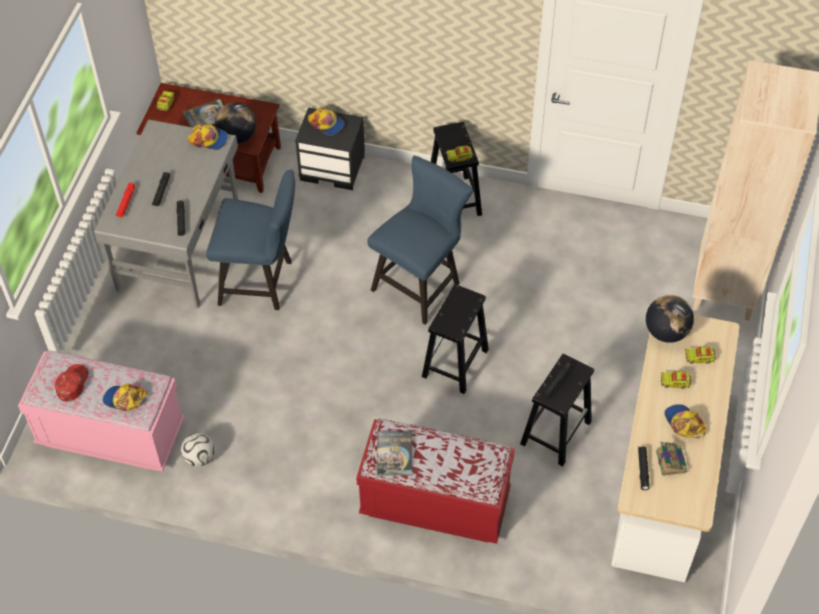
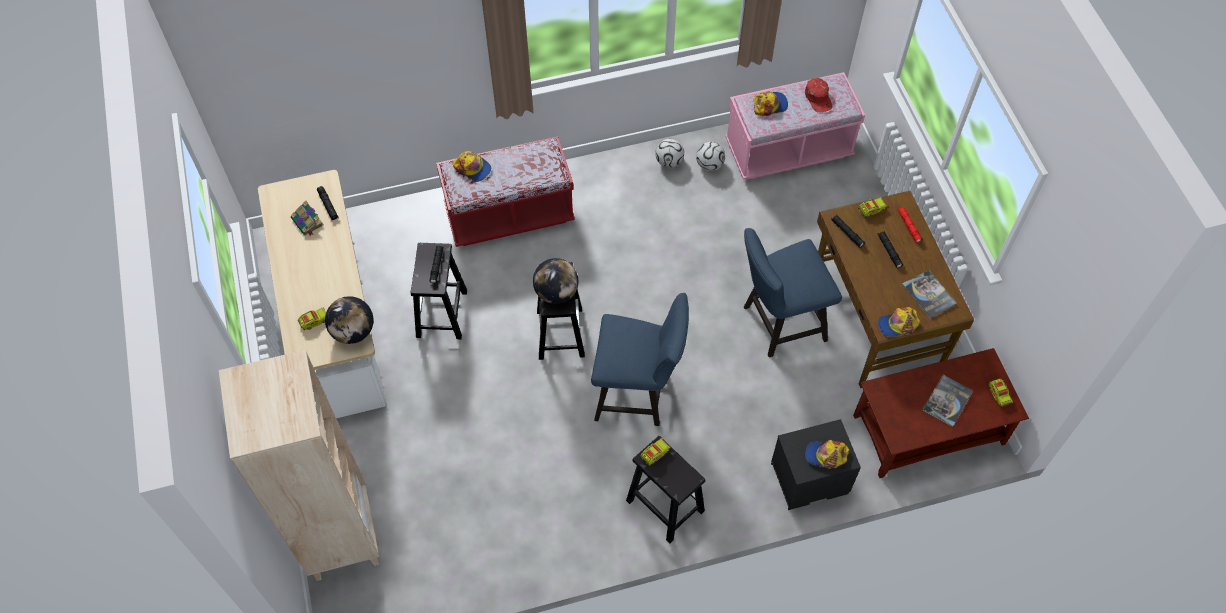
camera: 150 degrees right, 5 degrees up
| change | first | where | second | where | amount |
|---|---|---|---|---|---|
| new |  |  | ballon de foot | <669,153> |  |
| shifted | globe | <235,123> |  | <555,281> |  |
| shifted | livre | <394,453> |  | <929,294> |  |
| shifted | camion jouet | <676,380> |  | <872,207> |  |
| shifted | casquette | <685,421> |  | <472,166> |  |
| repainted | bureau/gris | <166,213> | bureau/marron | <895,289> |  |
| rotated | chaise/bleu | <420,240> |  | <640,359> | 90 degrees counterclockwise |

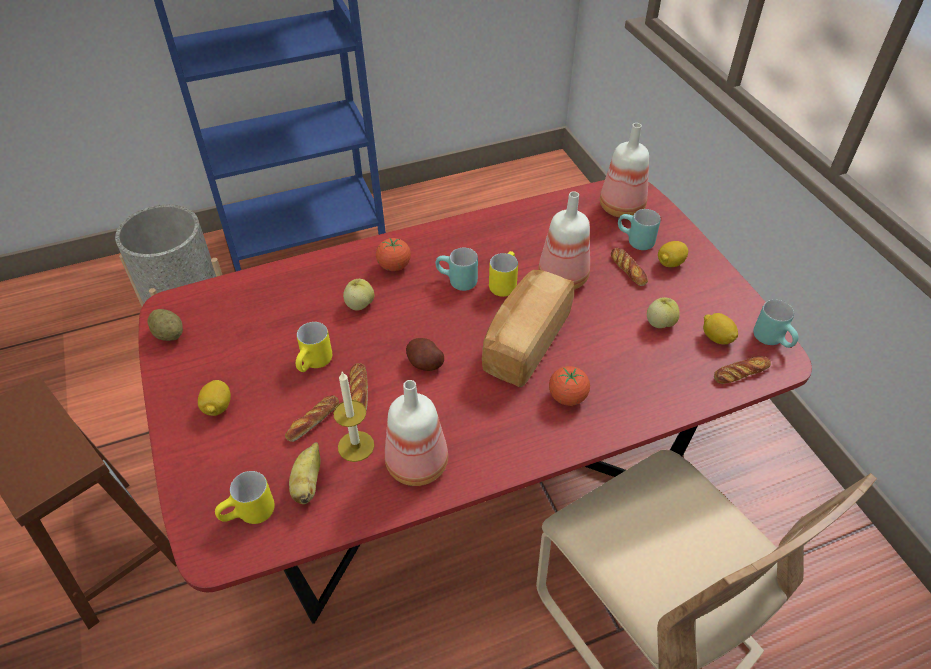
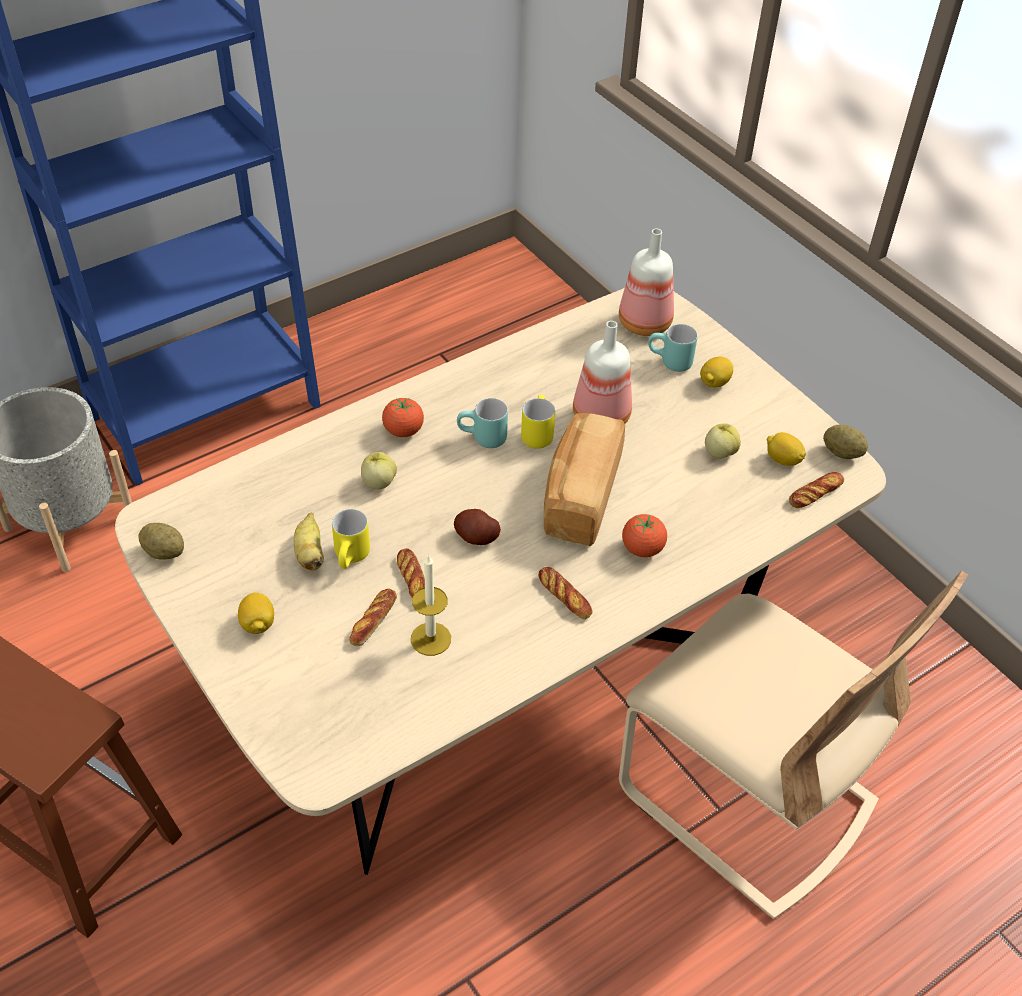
camera: 15 degrees left, 0 degrees up
| change | first | where | second | where | amount |
|---|---|---|---|---|---|
| gone | mug/jaune | <245,497> |  |  |  |
| gone | bouteille | <416,433> |  |  |  |
| shifted | banane | <305,473> |  | <309,541> |  |
| shifted | pain | <629,267> |  | <565,593> |  |
| swapped | mug/turquoise | <776,324> | pomme de terre | <845,442> |  |
| repainted | table à manger/rouge | <475,402> | table à manger/beige | <500,581> |  |

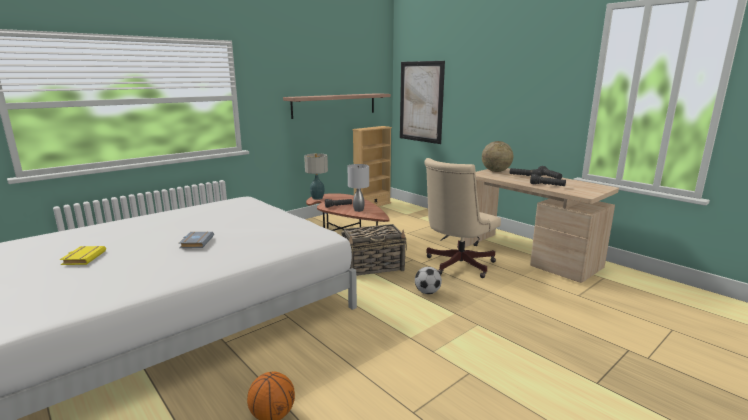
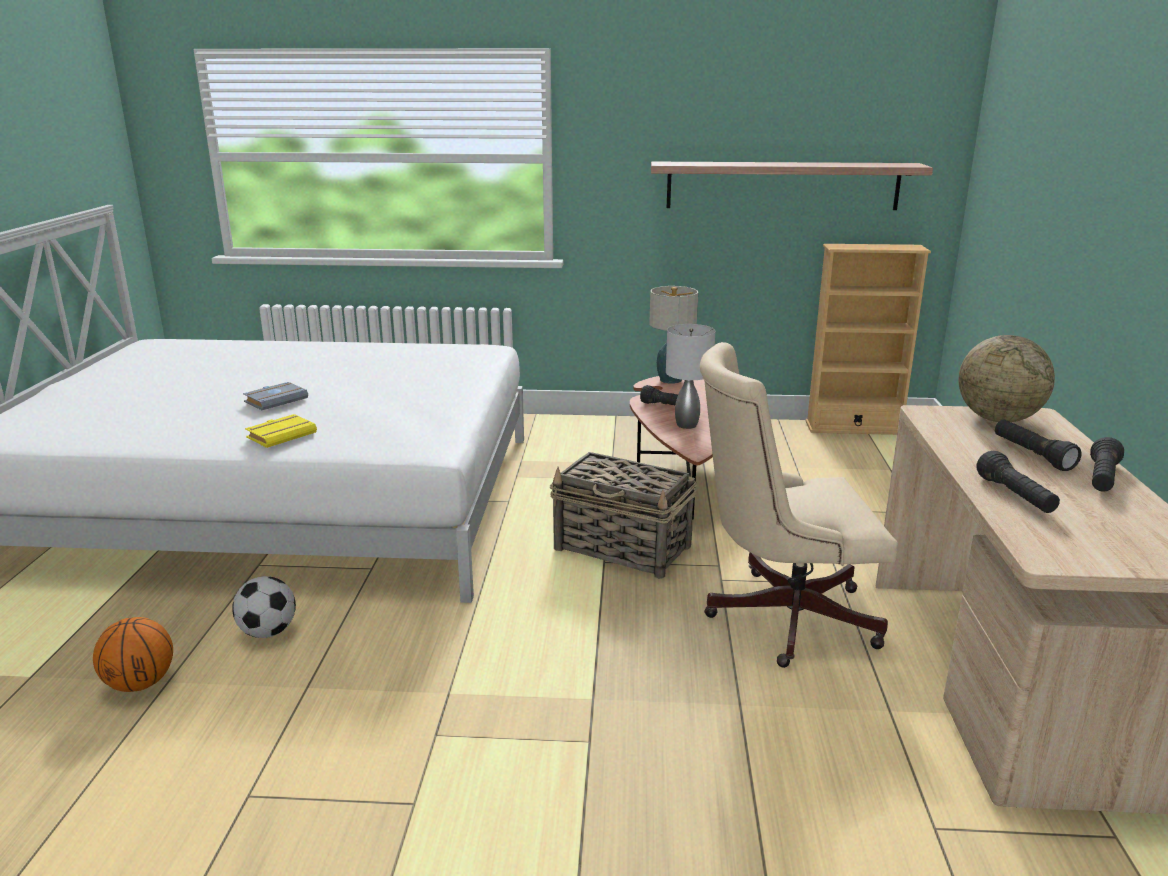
camera: 45 degrees right, 5 degrees up
| change | first | where | second | where | amount |
|---|---|---|---|---|---|
| gone | tableau | <422,102> |  |  |  |
| shifted | livre/jaune | <83,255> |  | <281,431> |  |
| shifted | ballon de foot | <428,280> |  | <264,607> |  |

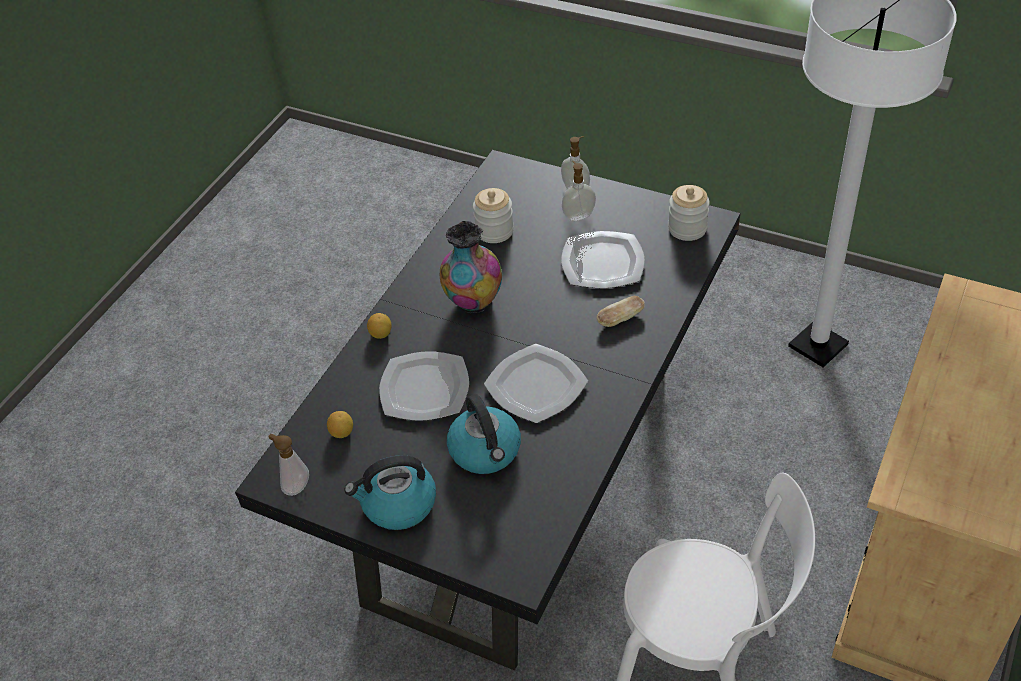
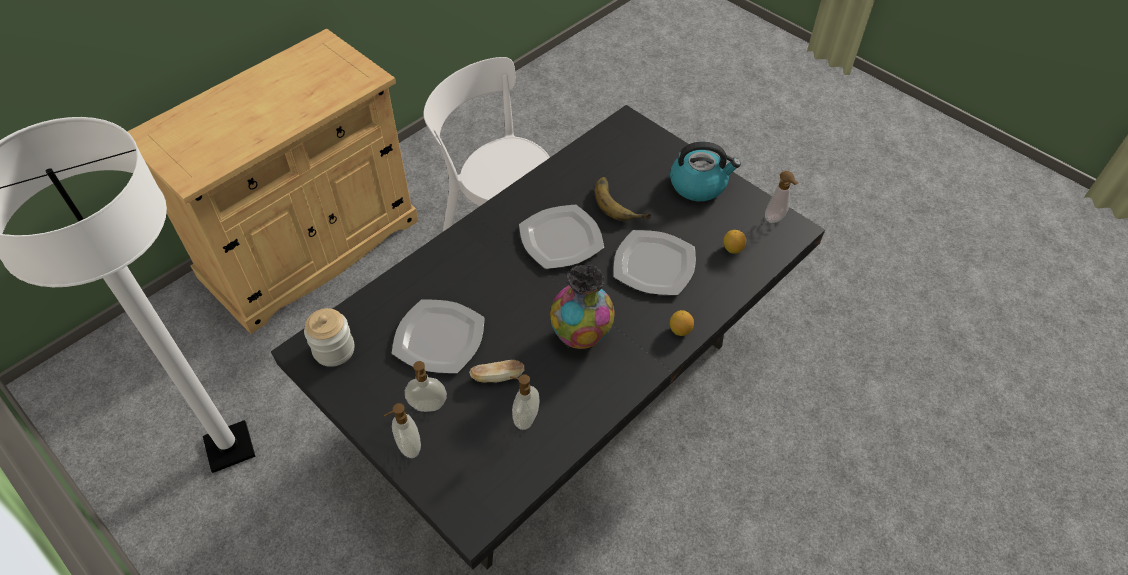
camera: 165 degrees left, 5 degrees up
| change | first | where | second | where | amount |
|---|---|---|---|---|---|
| shifted | pain | <620,311> |  | <496,371> |  |
| swapped | bouilloire | <484,434> | banane | <623,199> |  |
| swapped | bocal | <493,215> | distributeur de savon | <525,402> |  |

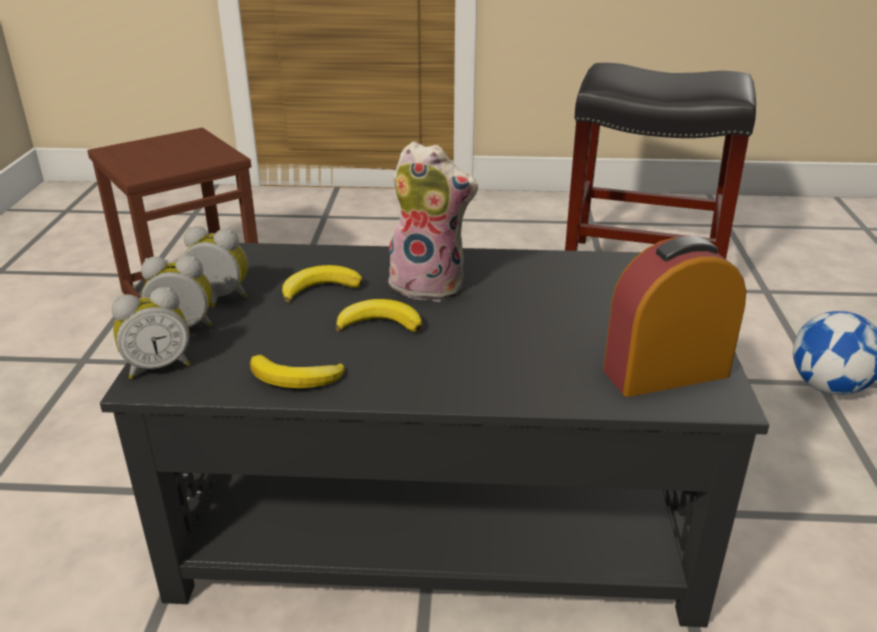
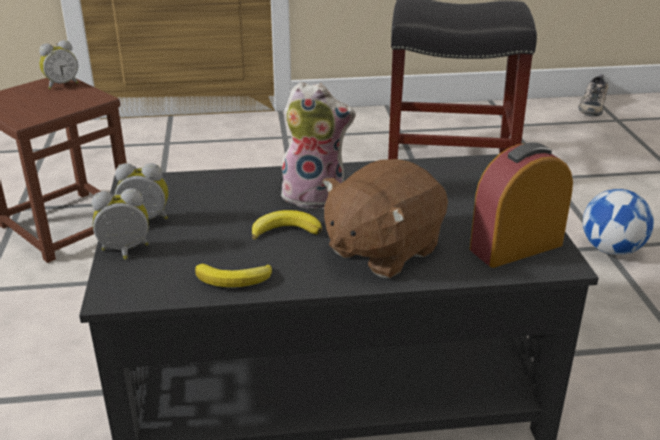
camera: 10 degrees left, 0 degrees up
| change | first | where | second | where | amount |
|---|---|---|---|---|---|
| gone | banane | <322,284> |  |  |  |
| new |  |  | peluche/marron | <385,218> |  |
| new |  |  | chaussure | <593,95> |  |
| shifted | réveil | <150,333> |  | <59,64> |  |

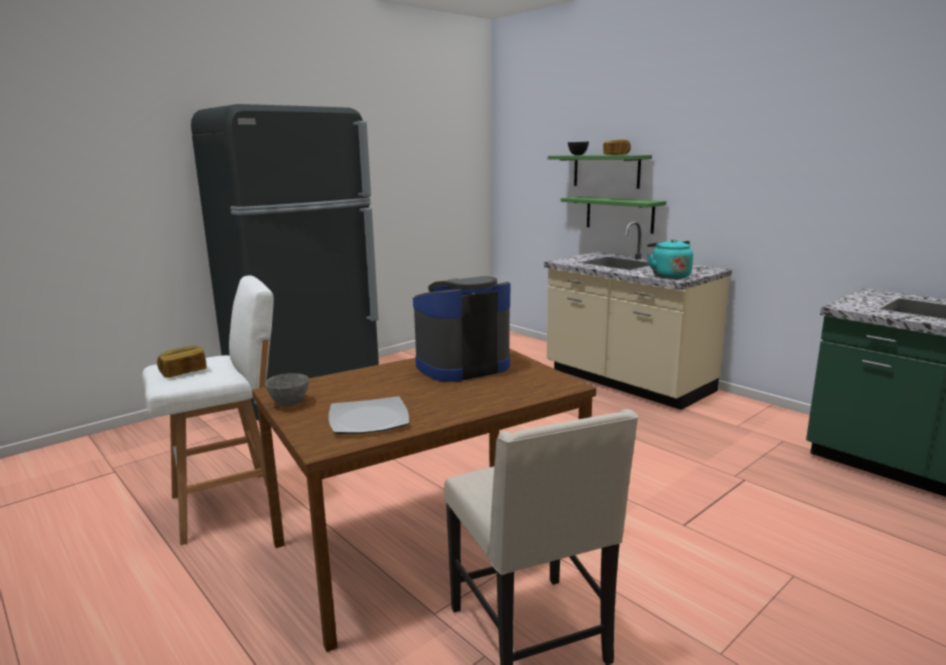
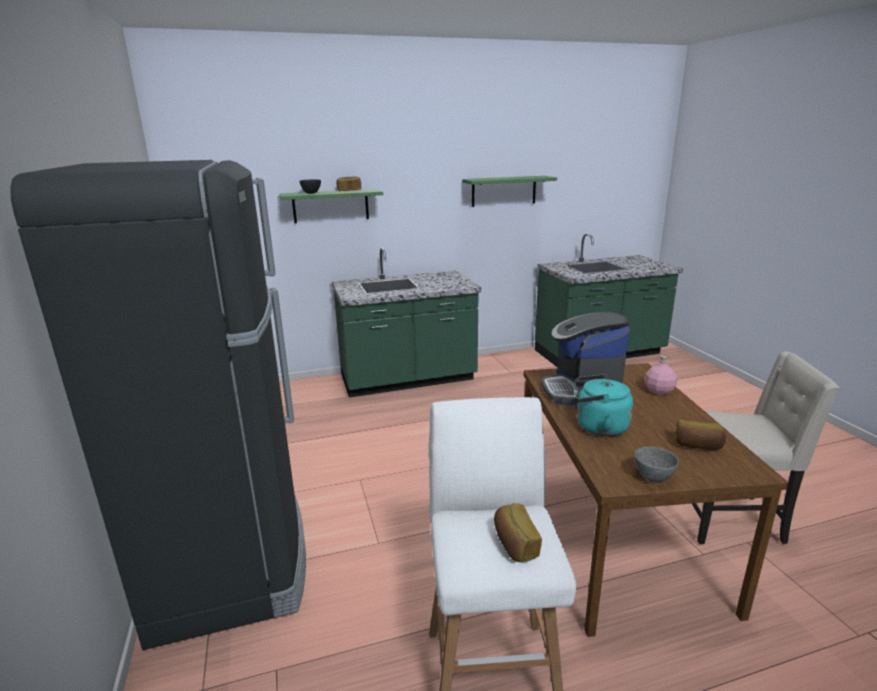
camera: 65 degrees left, 5 degrees up
| change | first | where | second | where | amount |
|---|---|---|---|---|---|
| new |  |  | bouteille/rose | <660,375> |  |
| shifted | étagère/vert | <613,215> |  | <509,191> |  |
| shifted | bouilloire/turquoise | <670,259> |  | <604,405> |  |
| swapped | assiette | <369,415> | pain | <700,434> |  |
| repainted | comptoir de cuisine/beige | <638,315> | comptoir de cuisine/vert | <406,322> |  |

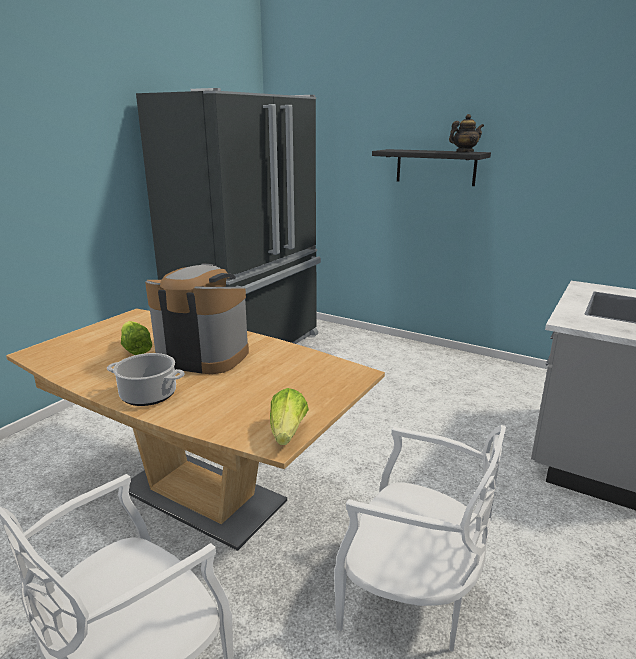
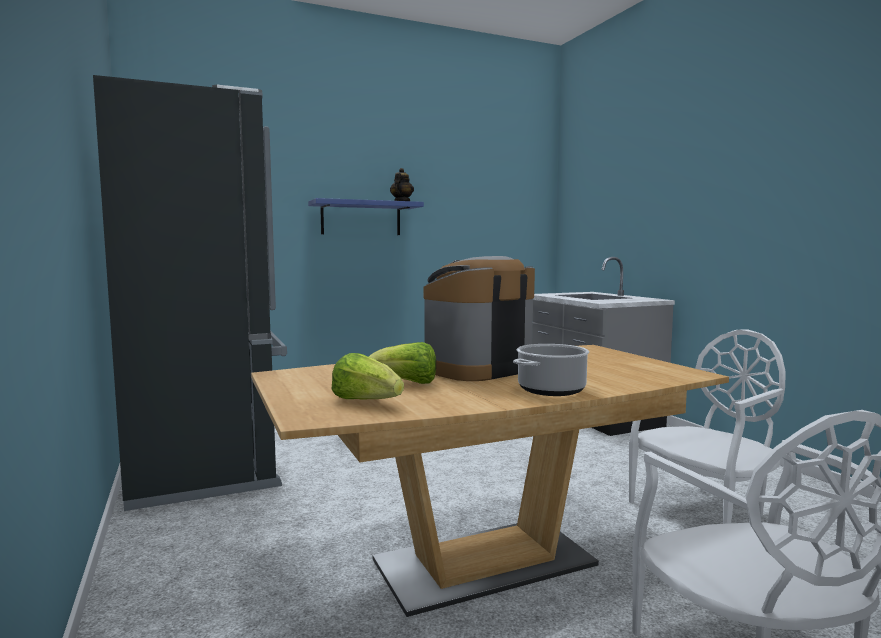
camera: 55 degrees left, 15 degrees down
| change | first | where | second | where | amount |
|---|---|---|---|---|---|
| shifted | laitue | <289,416> |  | <367,376> |  |
| repainted | étagère/noir | <431,167> | étagère/bleu | <366,216> |  |

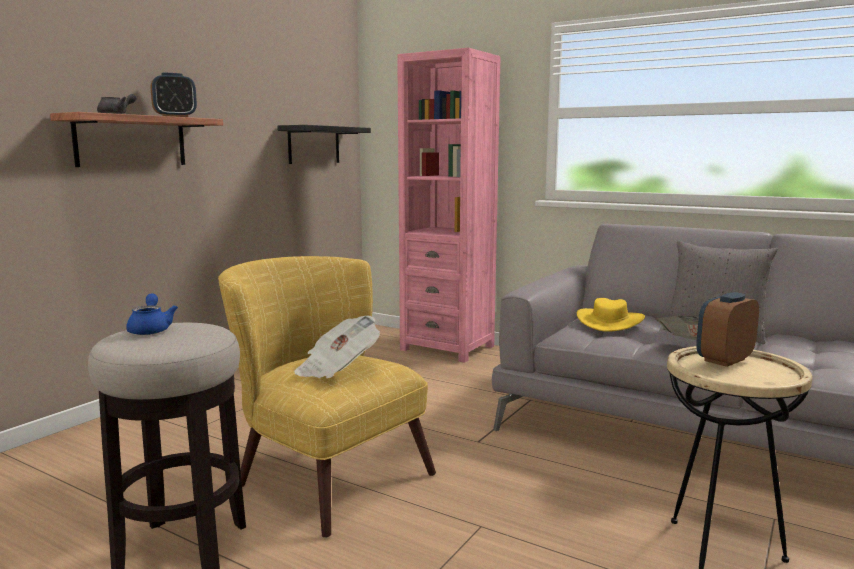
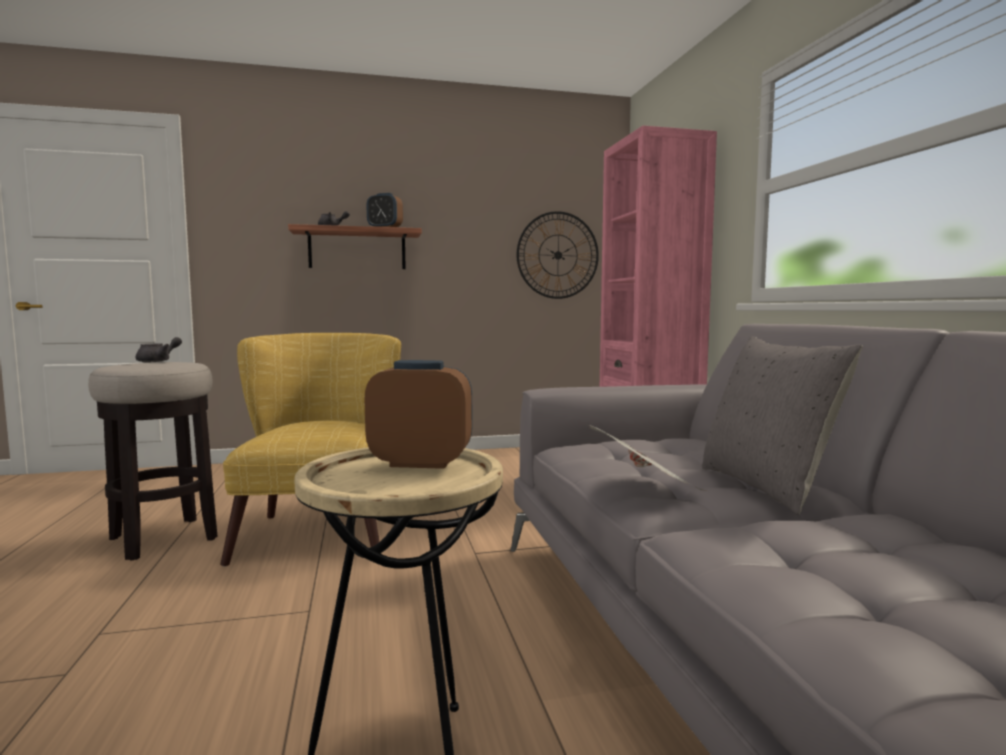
camera: 45 degrees right, 5 degrees down
| change | first | where | second | where | amount |
|---|---|---|---|---|---|
| gone | journal | <337,347> |  |  |  |
| gone | chapeau/jaune | <611,315> |  |  |  |
| swapped | étagère/noir | <324,144> | horloge murale | <557,255> |  |
| repainted | théière/bleu | <152,314> | théière/gris | <158,349> |  |

